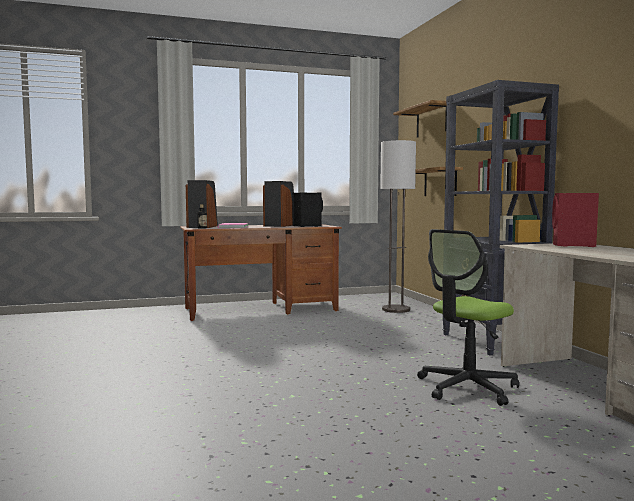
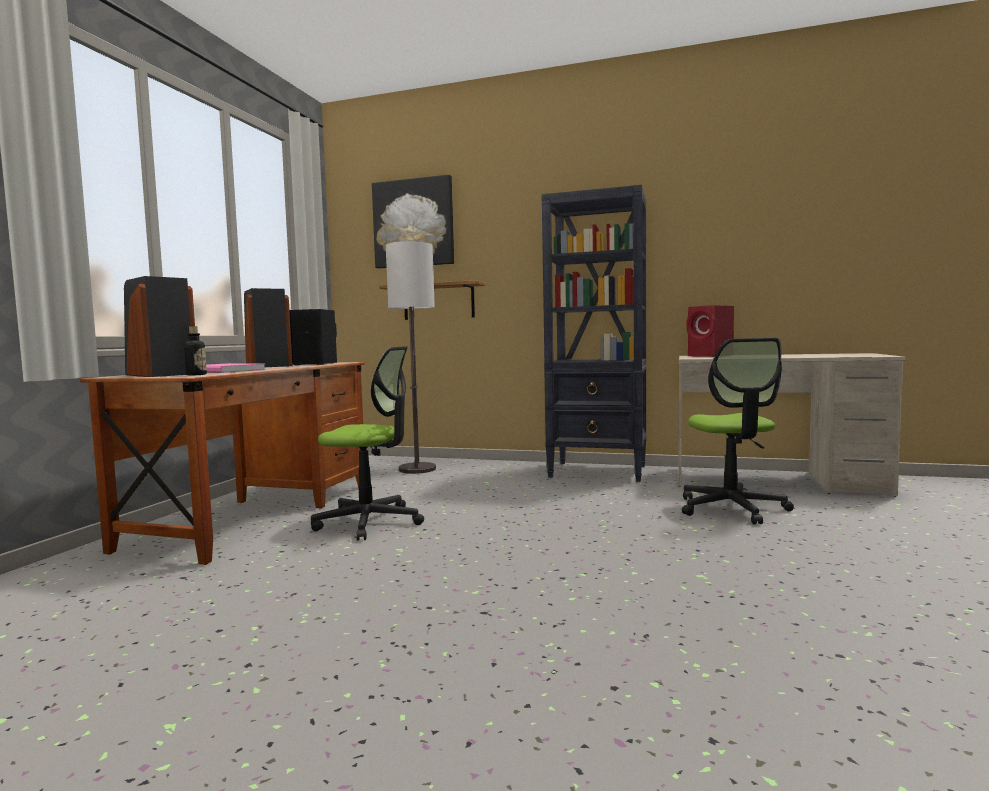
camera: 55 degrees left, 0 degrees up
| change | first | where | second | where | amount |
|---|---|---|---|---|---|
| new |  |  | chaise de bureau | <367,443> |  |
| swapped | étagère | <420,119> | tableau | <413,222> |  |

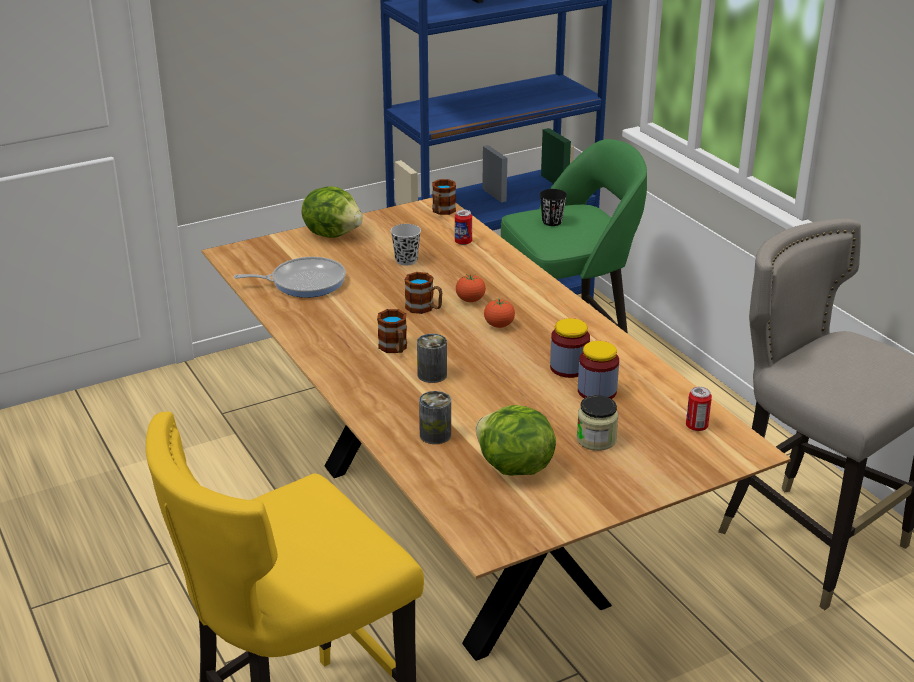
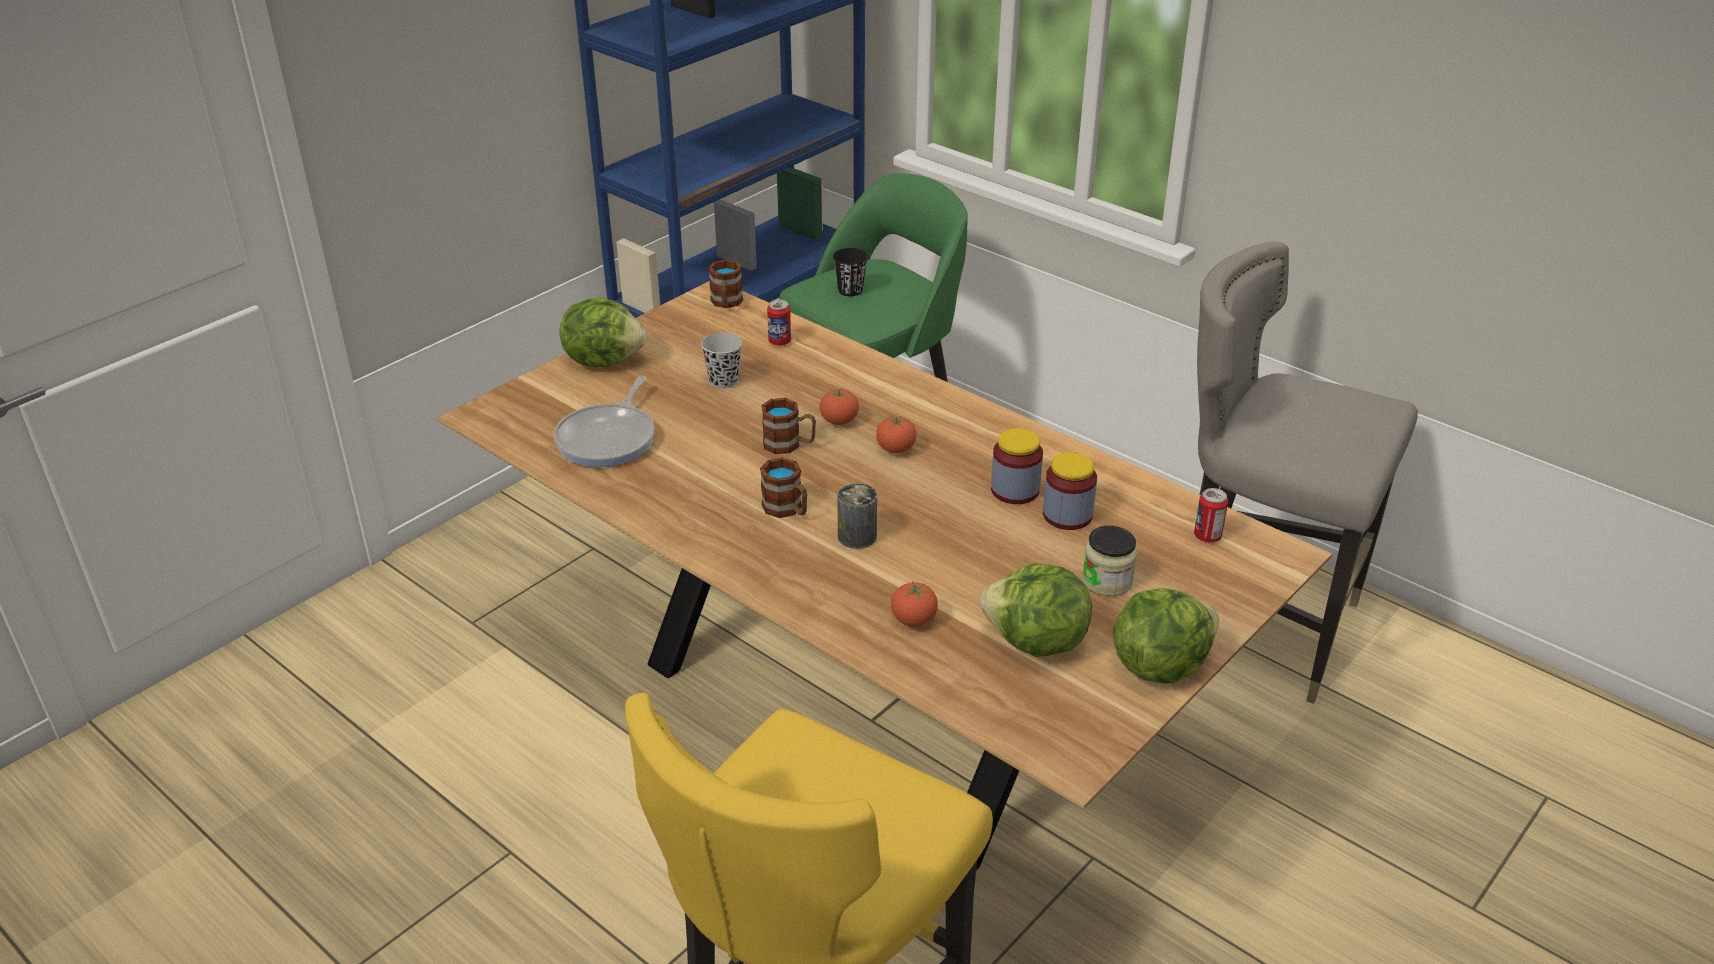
camera: 20 degrees left, 5 degrees up
| change | first | where | second | where | amount |
|---|---|---|---|---|---|
| new |  |  | laitue | <1166,636> |  |
| swapped | boîte métallique | <435,417> | tomate | <914,604> |  |
| rotated | poêle | <290,277> |  | <604,421> | 135 degrees clockwise |

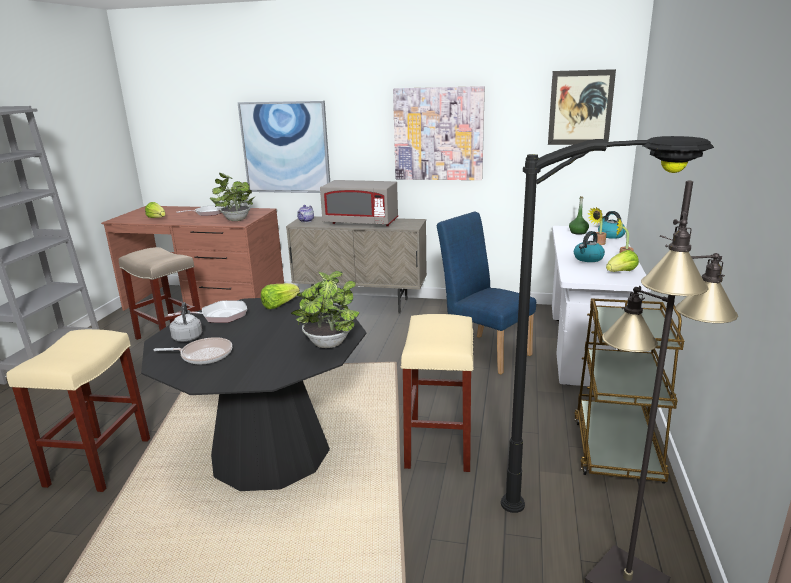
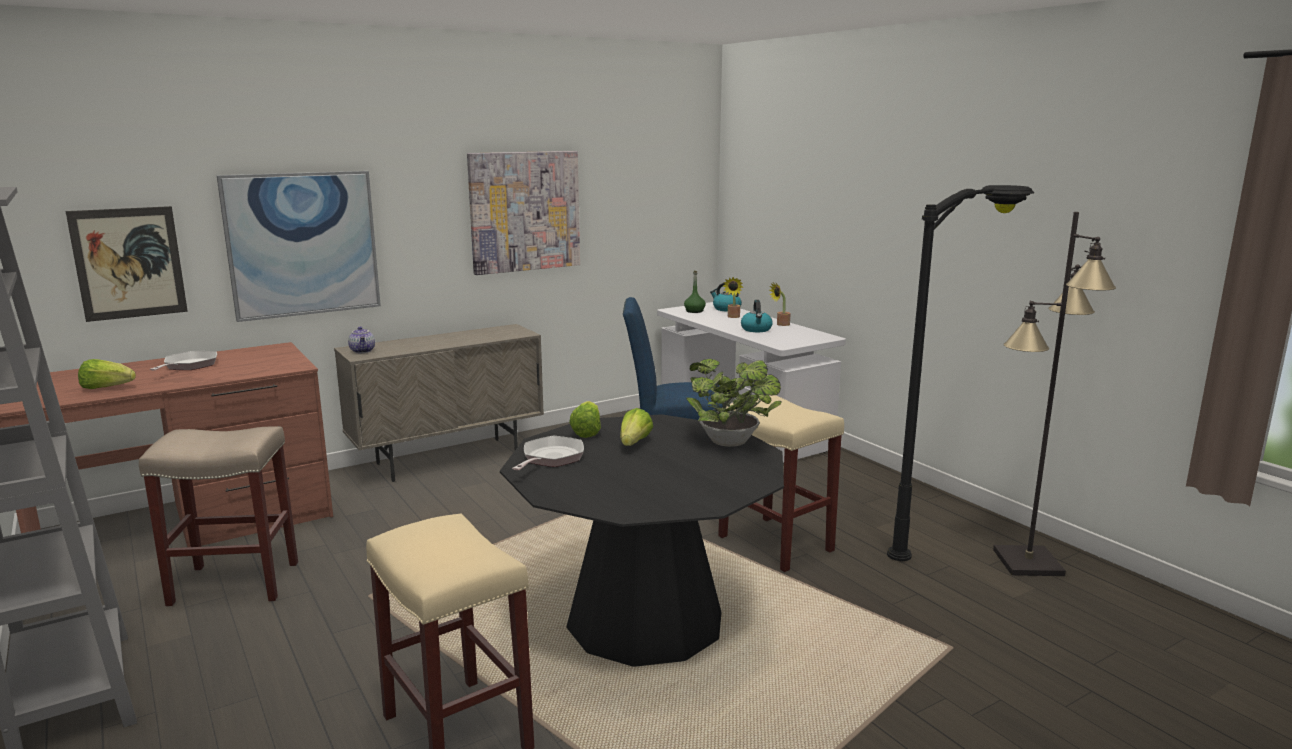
camera: 45 degrees left, 5 degrees down
| change | first | where | second | where | amount |
|---|---|---|---|---|---|
| gone | poêle | <193,350> |  |  |  |
| gone | bouilloire/gris | <186,322> |  |  |  |
| gone | plante en pot | <233,197> |  |  |  |
| gone | micro-ondes/gris | <359,203> |  |  |  |
| gone | chariot/marron | <629,391> |  |  |  |
| shifted | tableau | <582,107> |  | <127,264> |  |
| shifted | laitue | <622,261> |  | <636,427> |  |

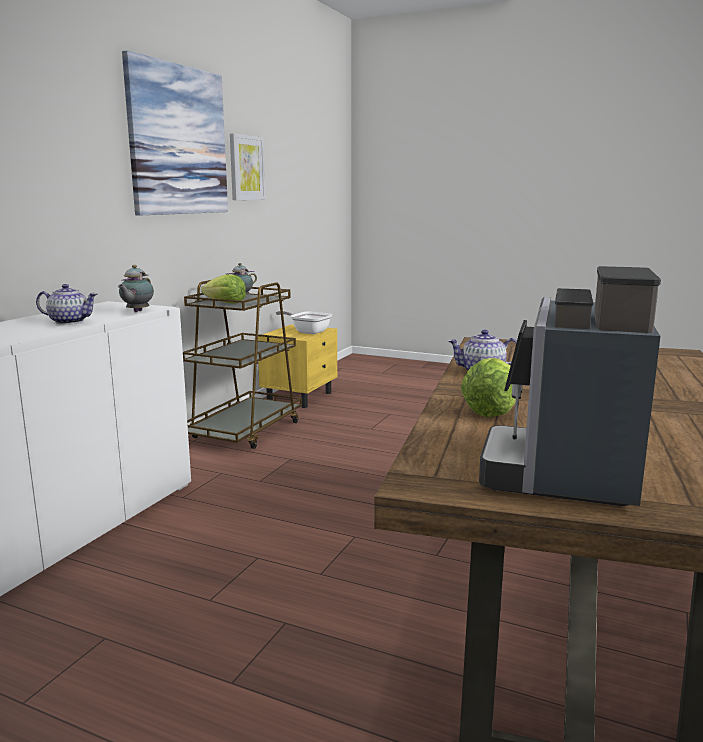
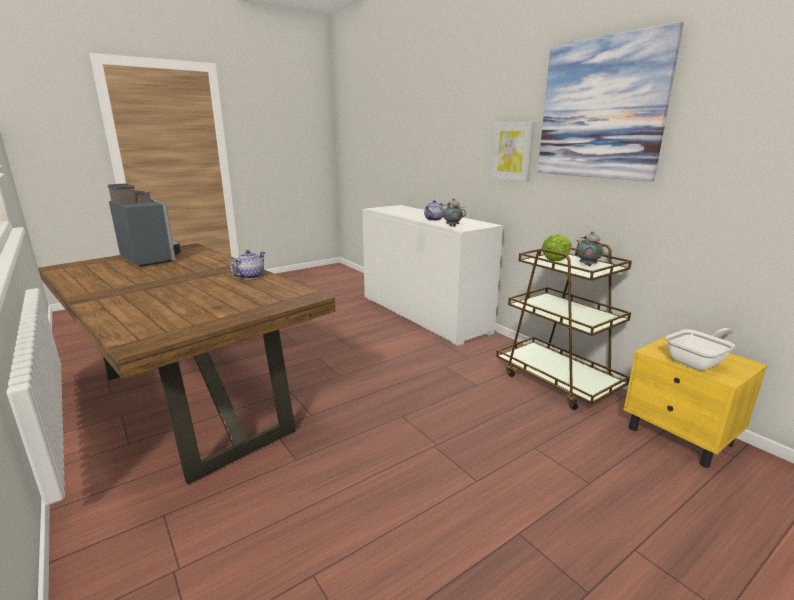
camera: 120 degrees right, 5 degrees up
| change | first | where | second | where | amount |
|---|---|---|---|---|---|
| gone | laitue | <488,387> |  |  |  |
| shifted | tableau | <248,166> |  | <513,152> |  |

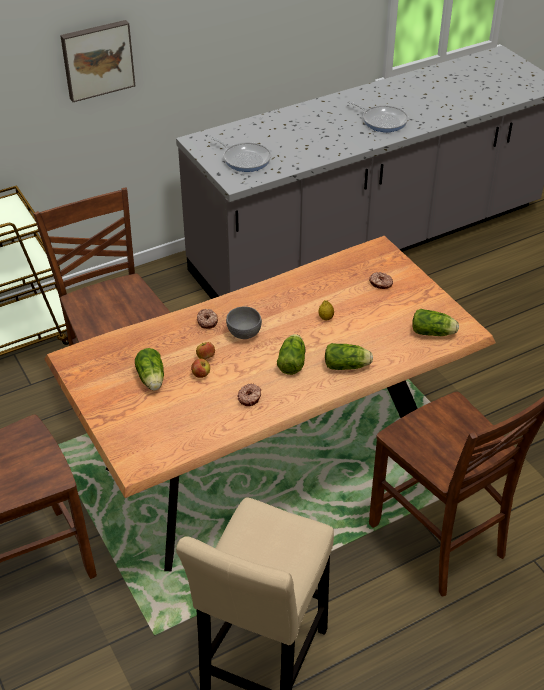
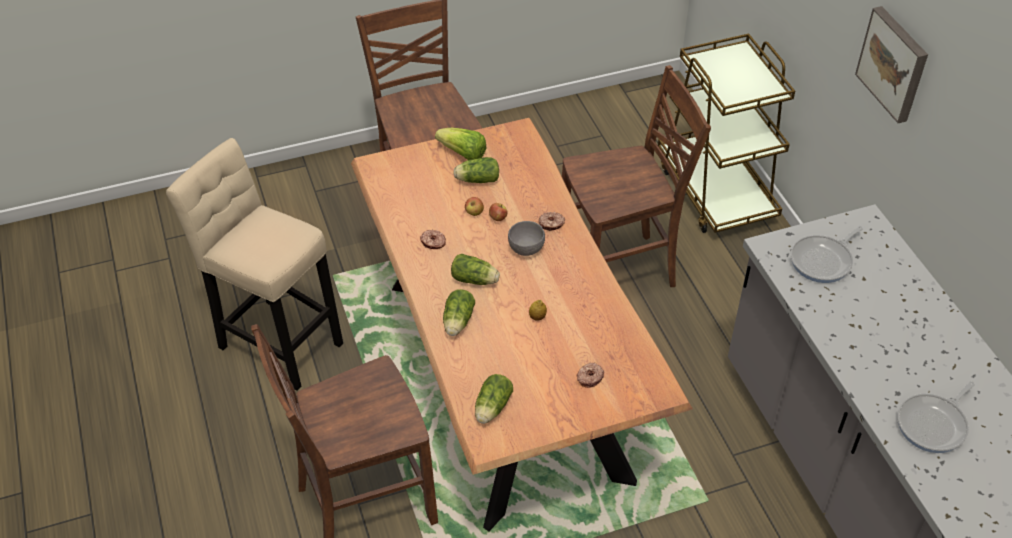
camera: 100 degrees right, 5 degrees up
| change | first | where | second | where | amount |
|---|---|---|---|---|---|
| new |  |  | laitue | <460,144> |  |

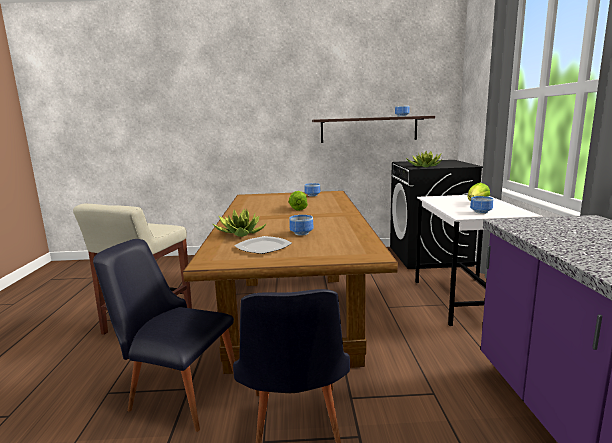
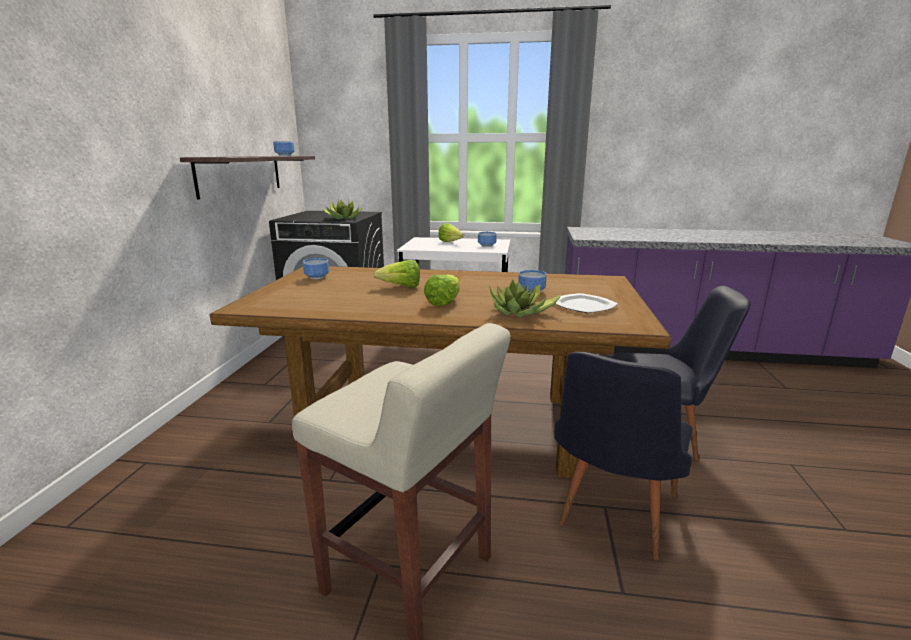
camera: 80 degrees left, 5 degrees up
| change | first | where | second | where | amount |
|---|---|---|---|---|---|
| new |  |  | laitue | <442,290> |  |

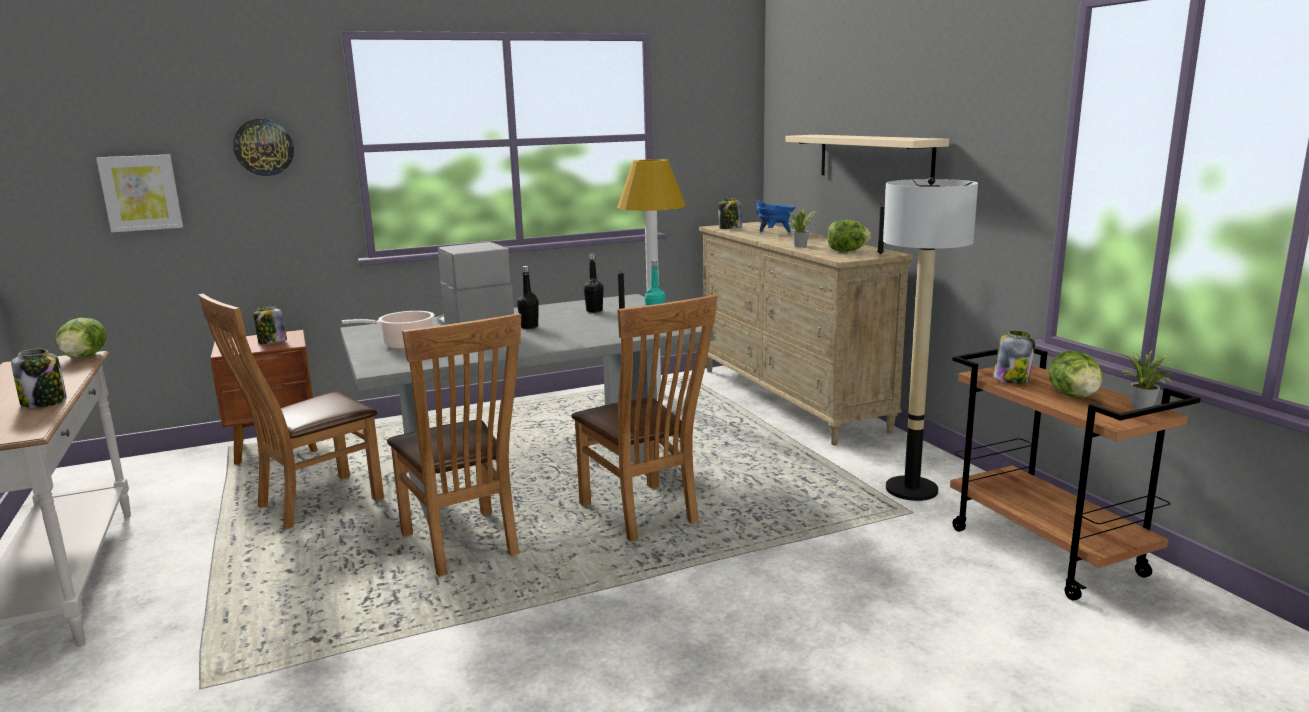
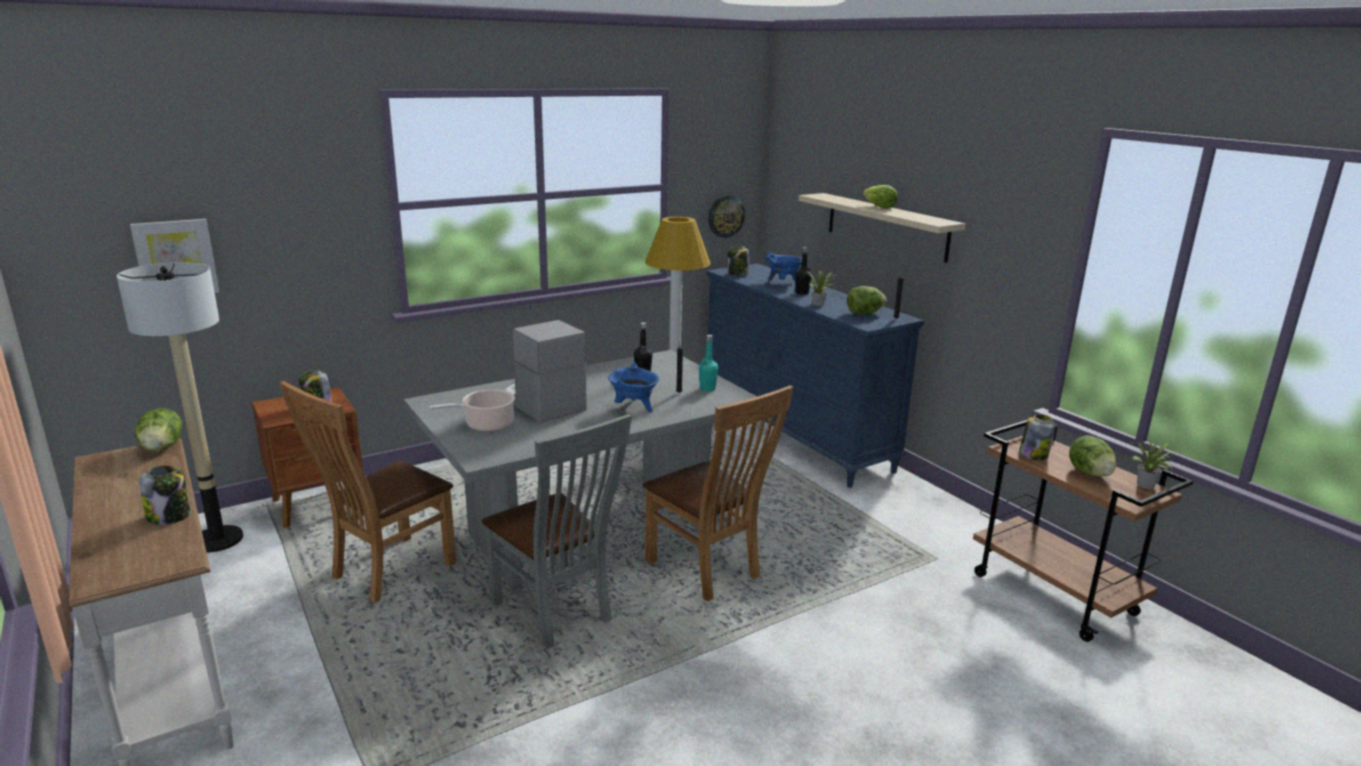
camera: 10 degrees left, 5 degrees up
| change | first | where | second | where | amount |
|---|---|---|---|---|---|
| new |  |  | marmite/bleu | <633,387> |  |
| new |  |  | laitue | <880,197> |  |
| shifted | horloge murale | <263,147> |  | <726,216> |  |
| shifted | bouteille/noir | <528,297> |  | <803,271> |  |
| shifted | lampadaire | <930,339> |  | <180,407> |  |
| repainted | chaise/marron | <454,445> | chaise/gris | <557,531> |  |
| repainted | commode/beige | <806,333> | commode/bleu | <815,376> |  |

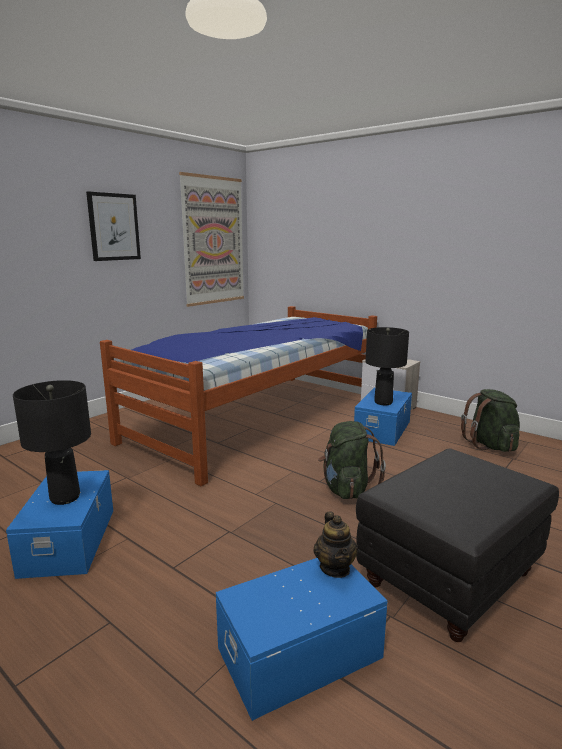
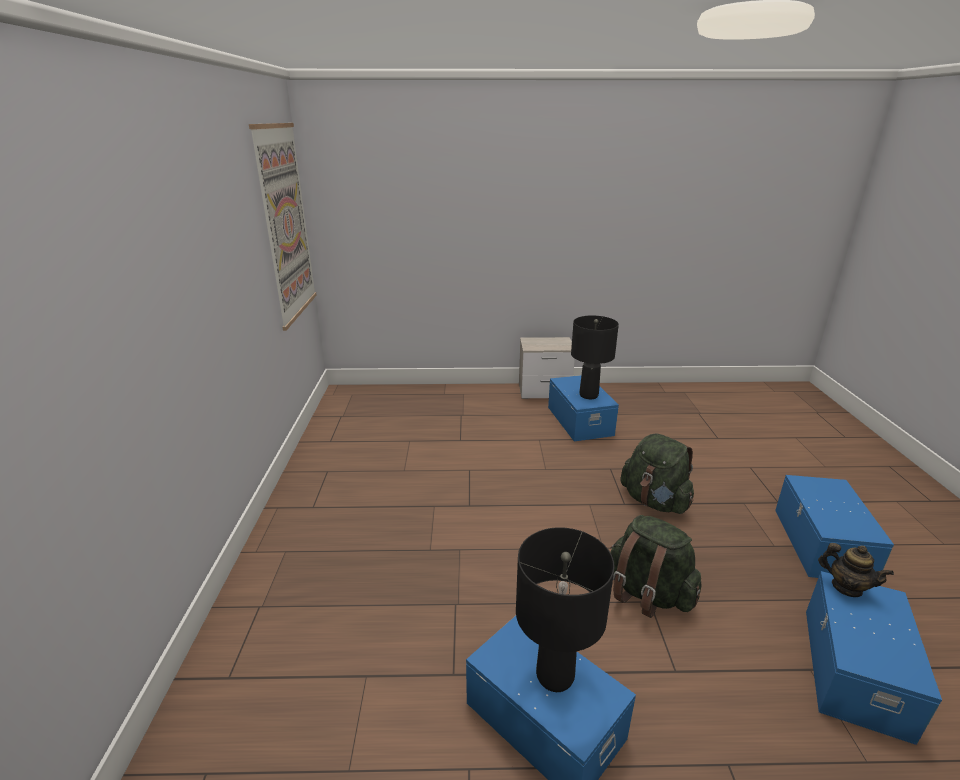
camera: 40 degrees left, 10 degrees up
| change | first | where | second | where | amount |
|---|---|---|---|---|---|
| gone | tableau | <113,226> |  |  |  |
| gone | lit | <238,396> |  |  |  |
| shifted | sac à dos/vert | <490,420> |  | <655,566> |  |
| swapped | pouf/noir | <457,545> | boîte de rangement/bleu | <834,526> |  |

